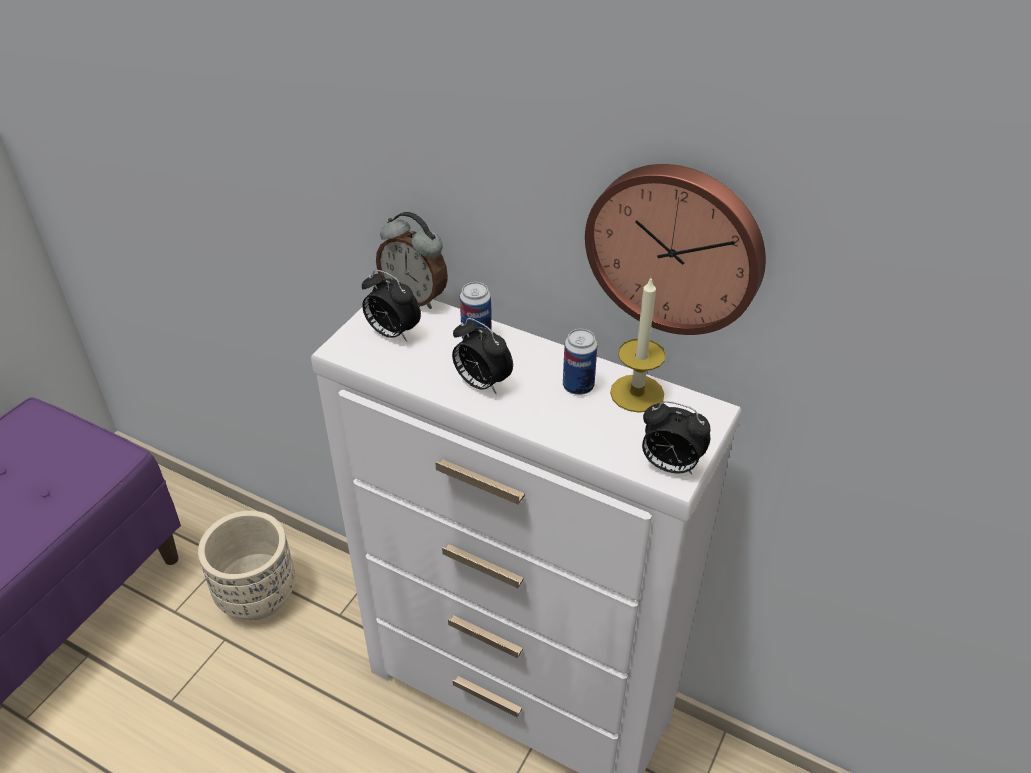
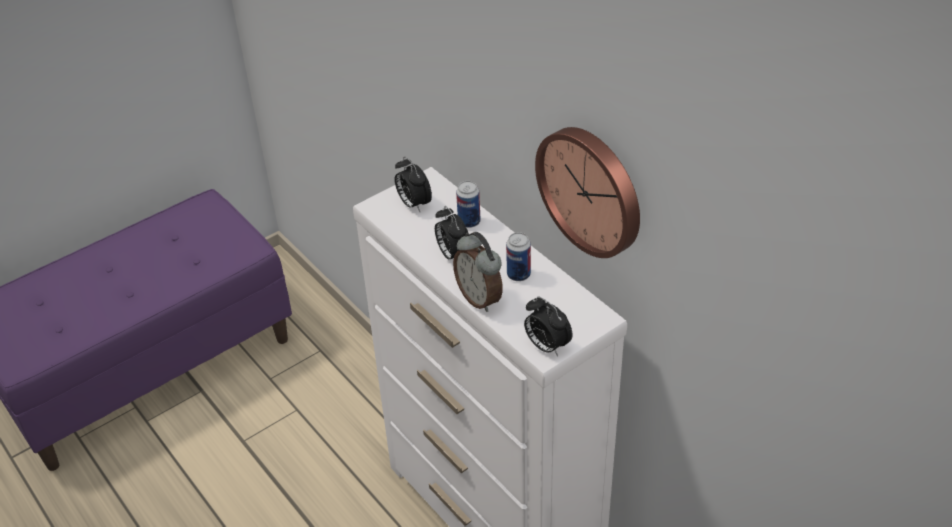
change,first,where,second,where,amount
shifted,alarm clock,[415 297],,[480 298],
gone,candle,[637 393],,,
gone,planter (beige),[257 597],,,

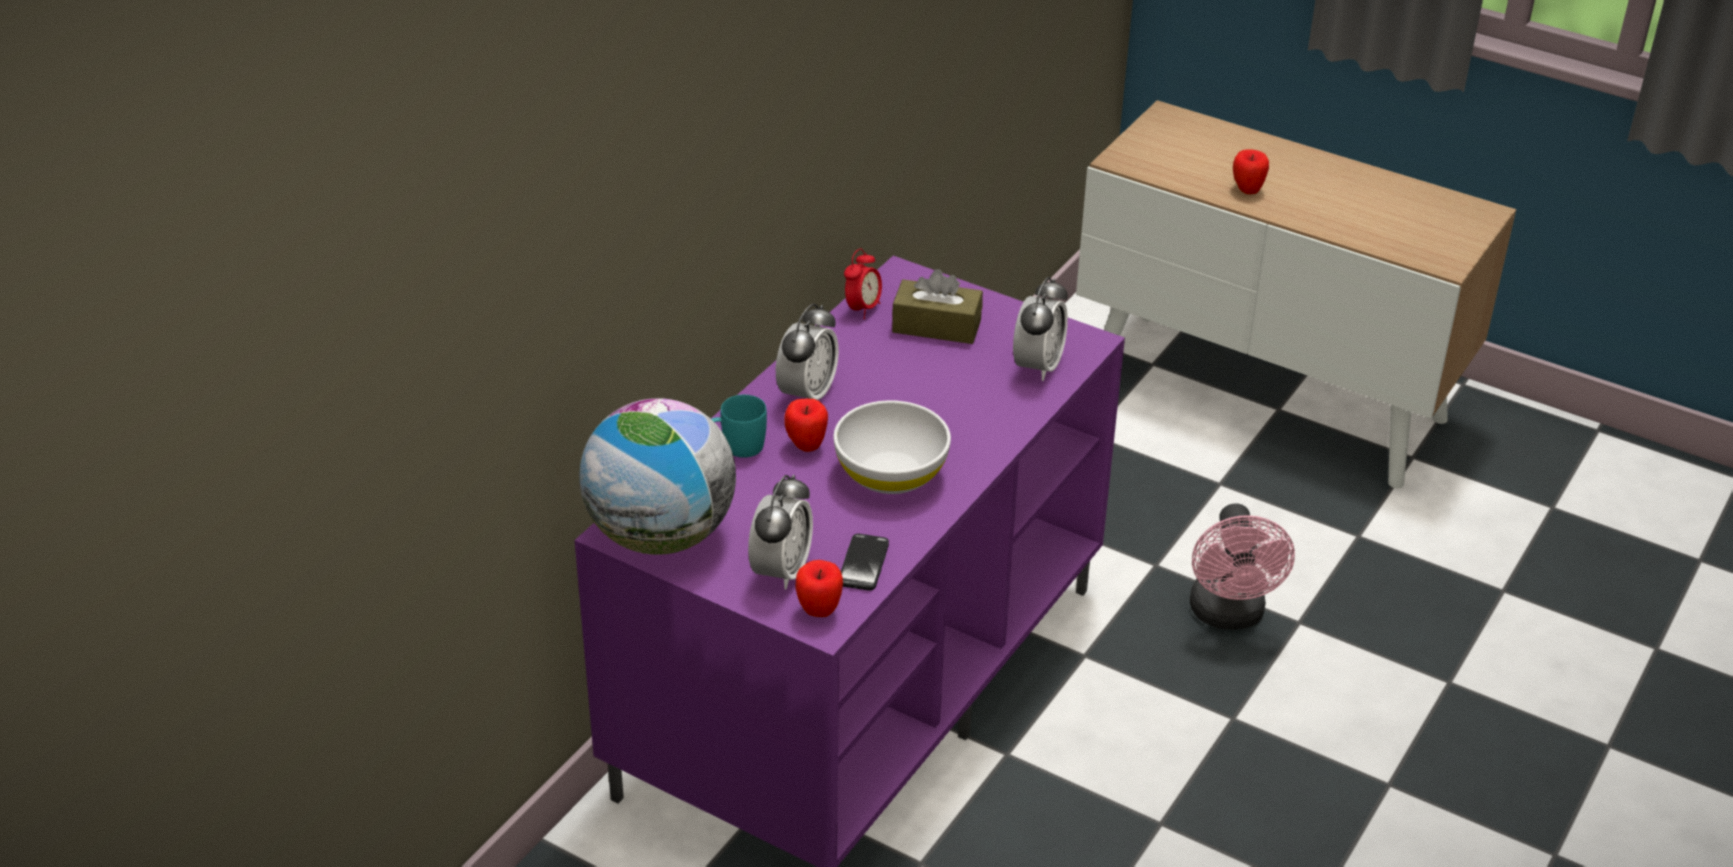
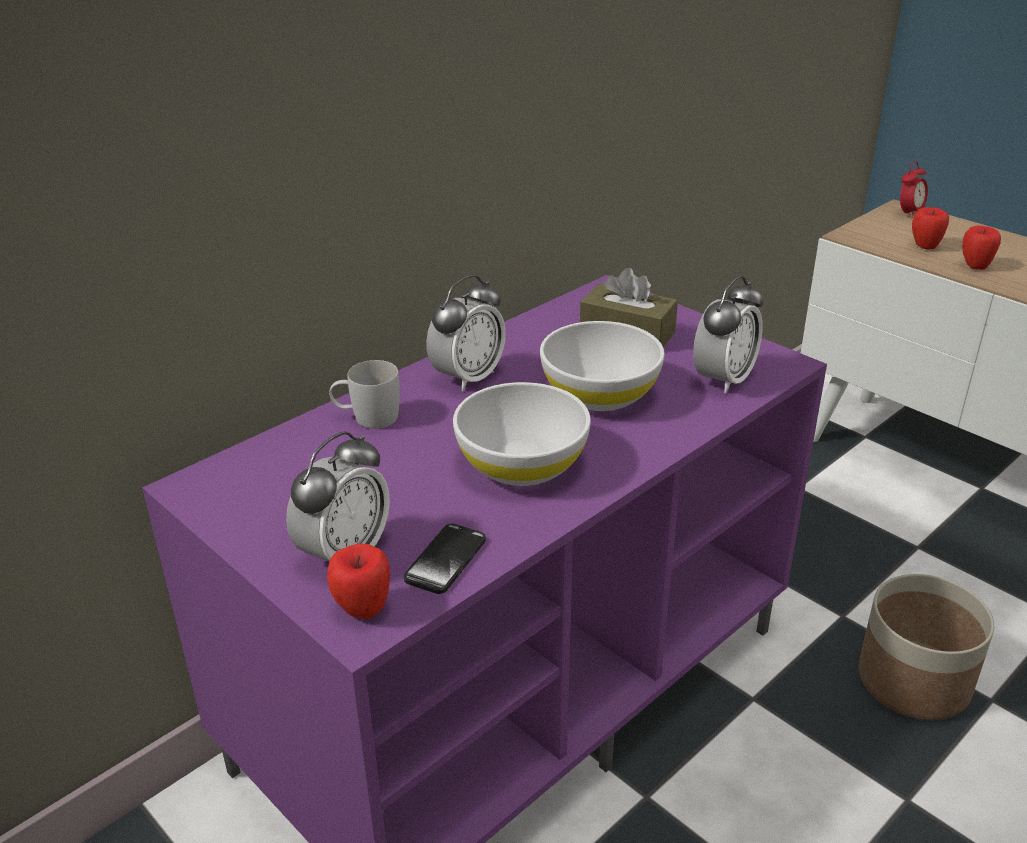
change,first,where,second,where,amount
shifted,alarm clock,[862 309],,[909 213],
repainted,mug (turquoise),[735 447],mug (white),[367 418],
gone,globe,[661 535],,,
shifted,apple,[806 446],,[925 247],
swapped,fan (pink),[1229 615],planter,[914 680],
new,,,bowl (white),[600 394],

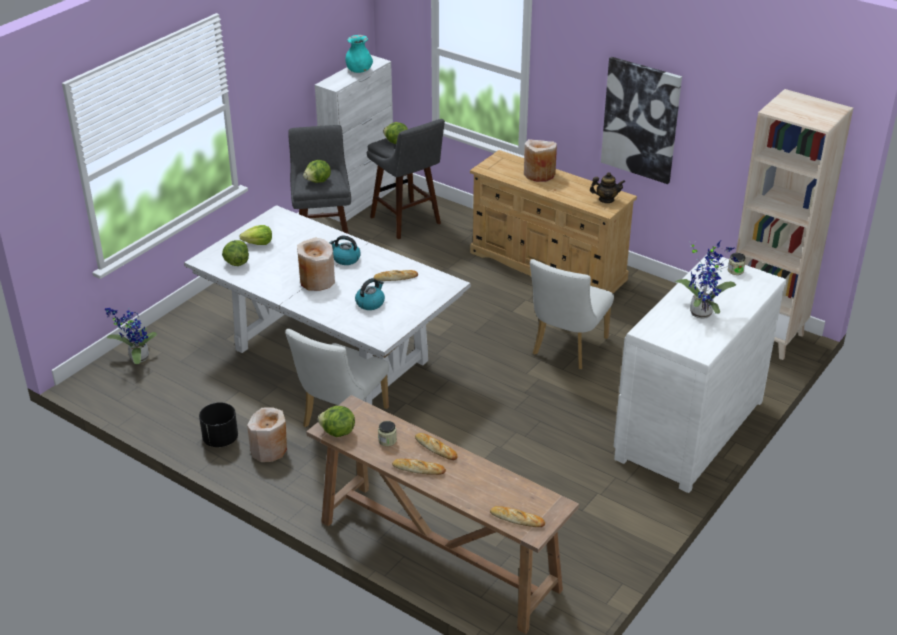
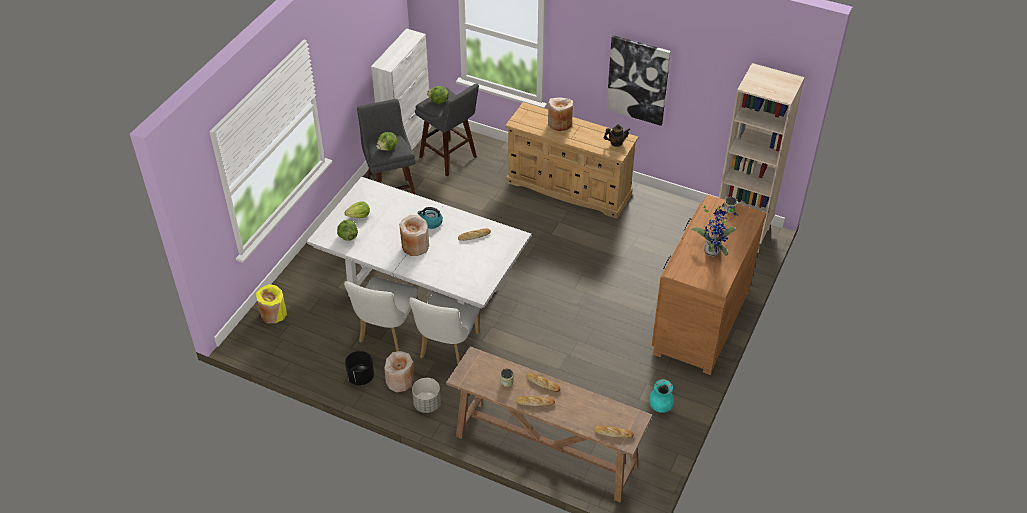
change,first,where,second,where,amount
shifted,vase (turquoise),[359 71],,[660 406],
repainted,dresser (white),[686 428],dresser (brown),[699 321],
shifted,chair (white),[566 349],,[386 333],
gone,kettle,[370 303],,,
swapped,potted plant,[136 358],vase (yellow),[273 314],
gone,lettuce,[337 432],,,
new,,,planter (grey),[427 404],

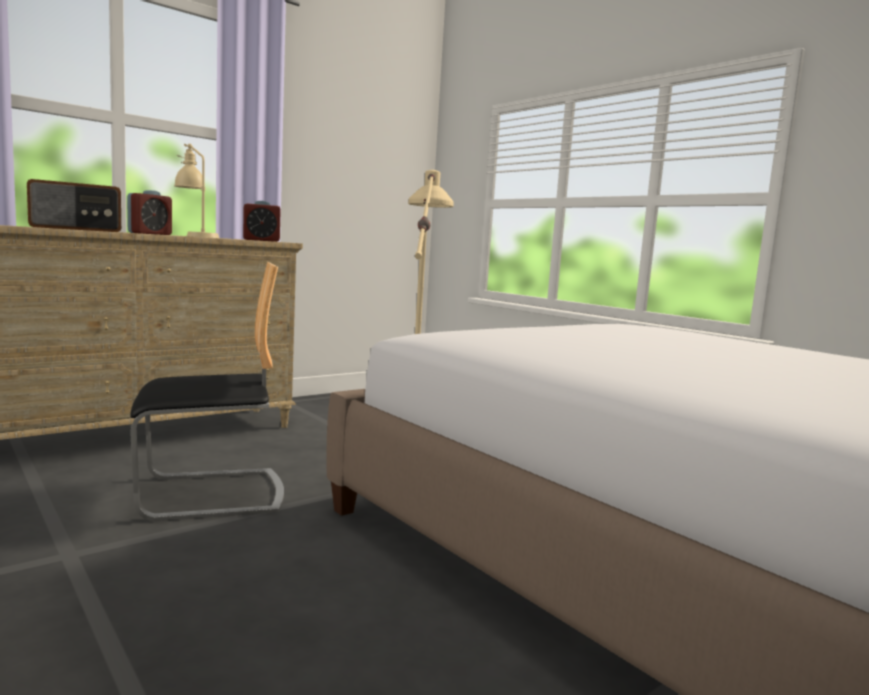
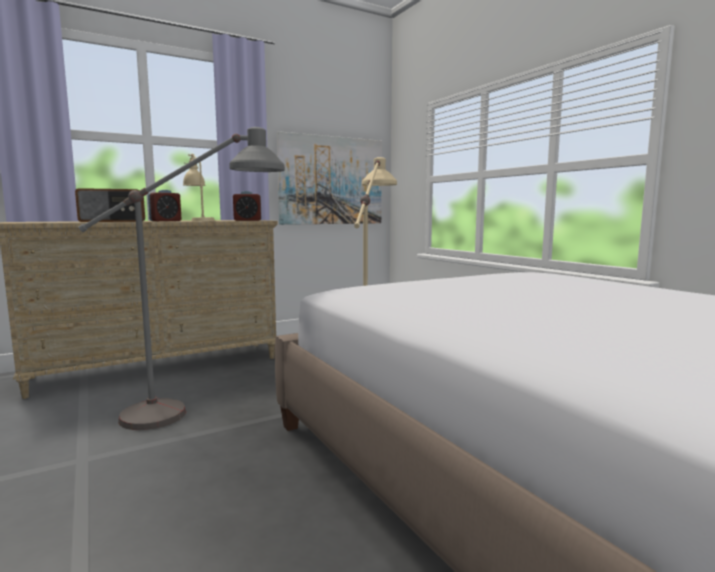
change,first,where,second,where,amount
swapped,chair,[212 494],floor lamp (grey),[199 412],
new,,,picture,[331 180],

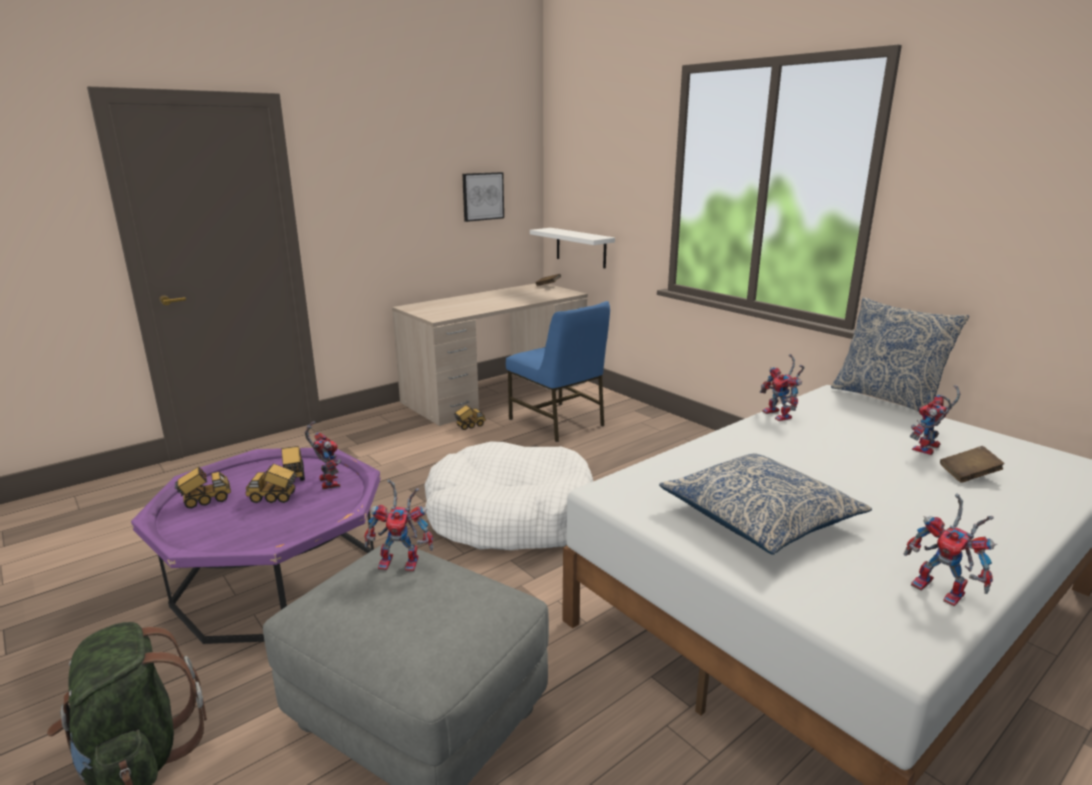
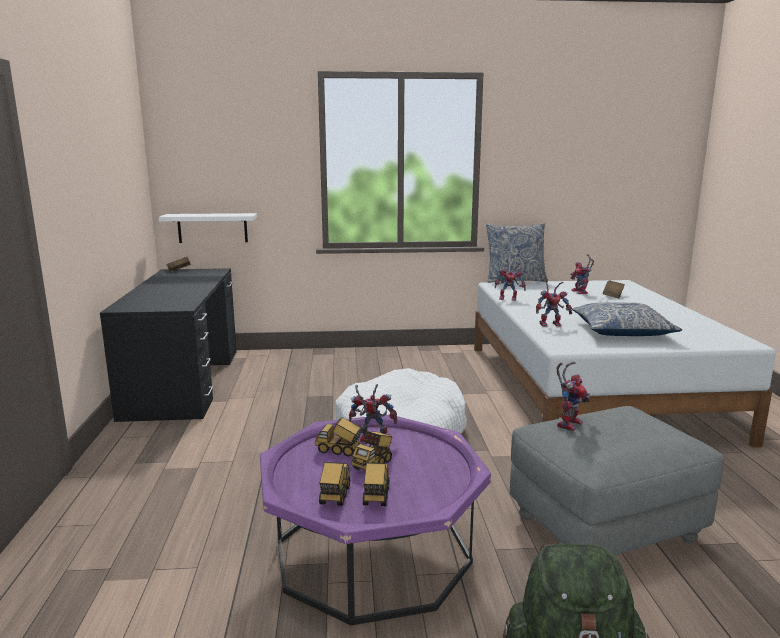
change,first,where,second,where,amount
gone,picture,[482 196],,,
repainted,desk (beige),[497 392],desk (black),[185 381],
gone,chair (blue),[558 422],,,
shifted,toy truck,[469 426],,[376 497],
shifted,toy robot,[943 591],,[551 324],

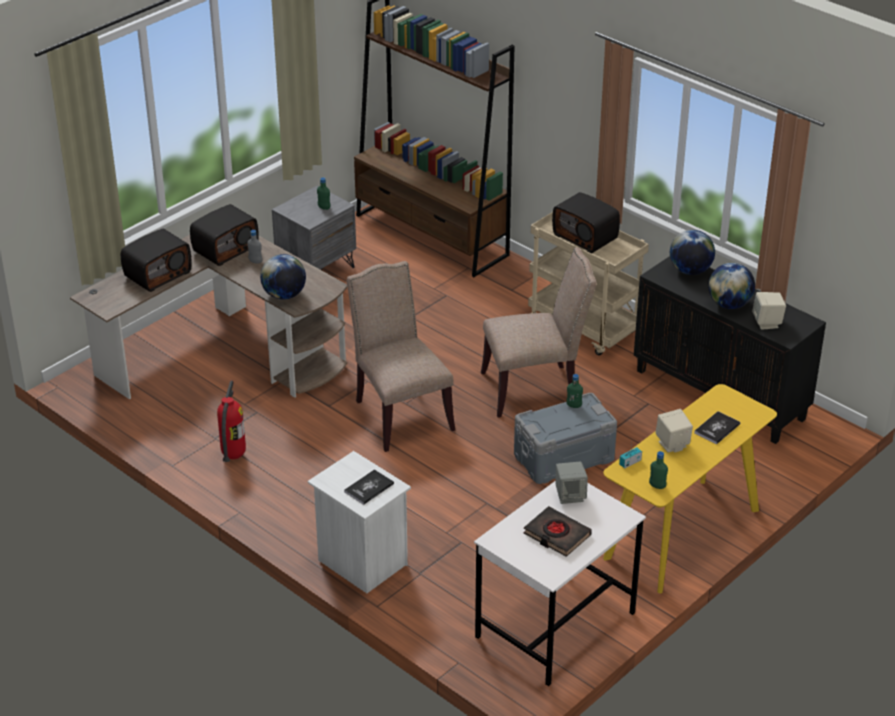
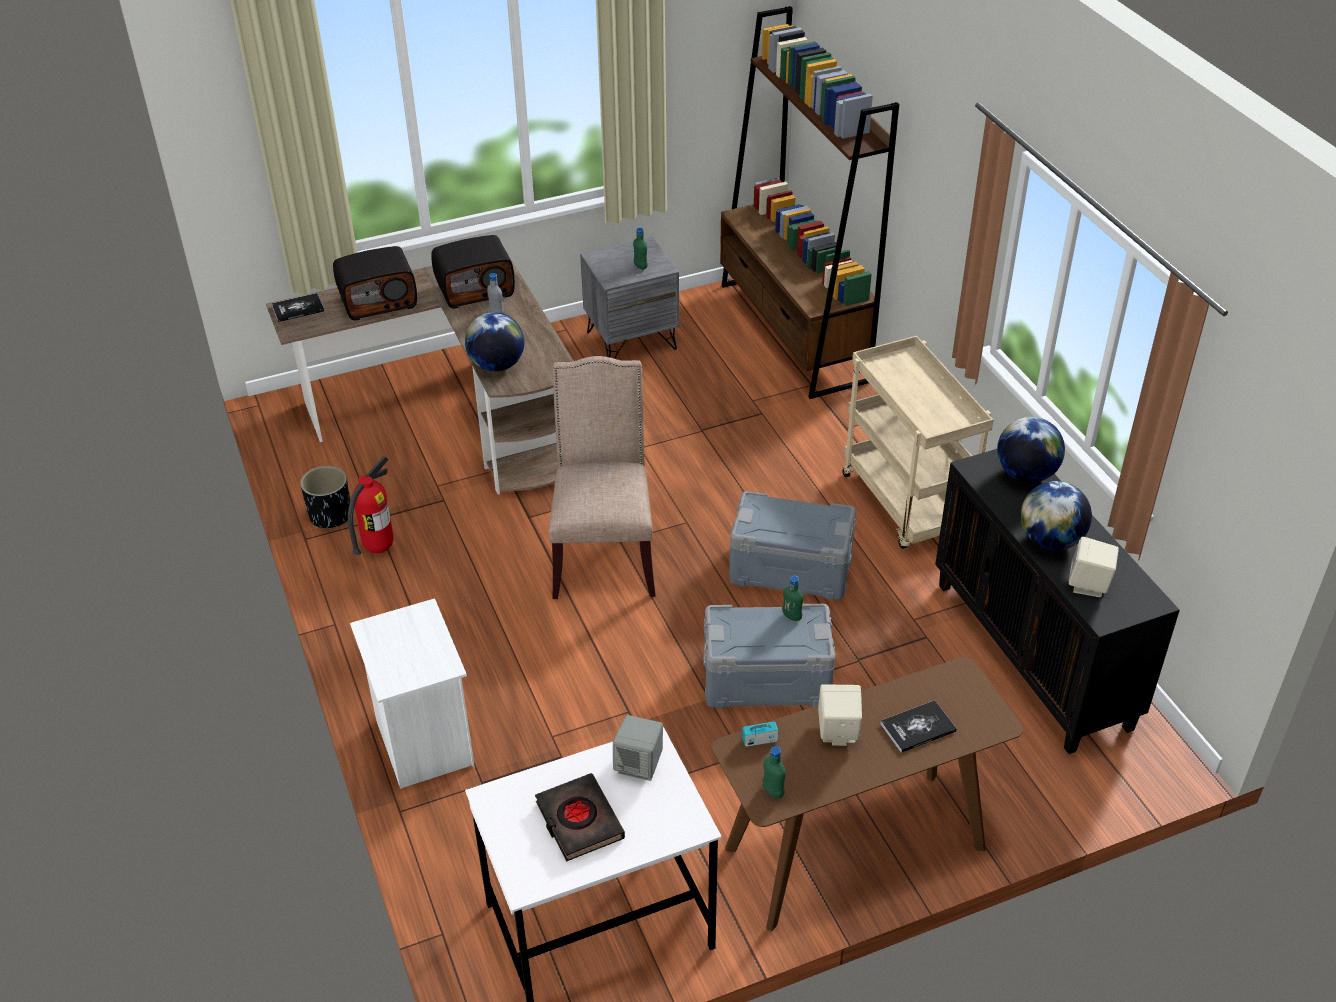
change,first,where,second,where,amount
gone,radio,[586 236],,,
swapped,chair (beige),[534 388],storage box (grey),[790 570],
repainted,console table (yellow),[682 534],console table (brown),[855 849],
shifted,book,[369 488],,[298 309],
new,,,planter (black),[330 516],

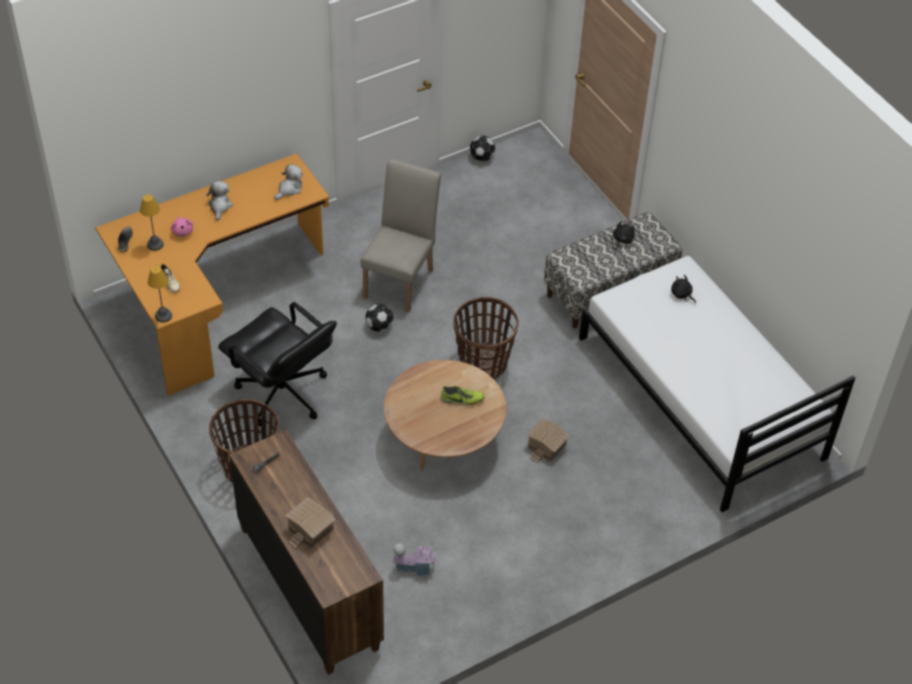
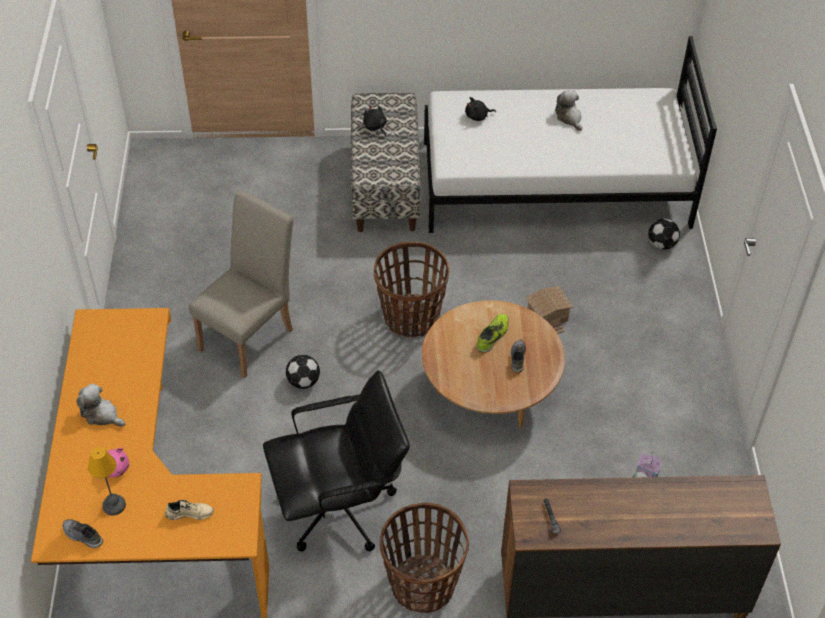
change,first,where,second,where,amount
shifted,football,[482 157],,[662 244],
rotated,chair (beige),[401 279],,[251 335],75 degrees clockwise
shifted,plush toy,[289 189],,[569 118],
gone,table lamp,[163 316],,,
gone,toy house,[312 530],,,
new,,,shoe (grey),[517 358],

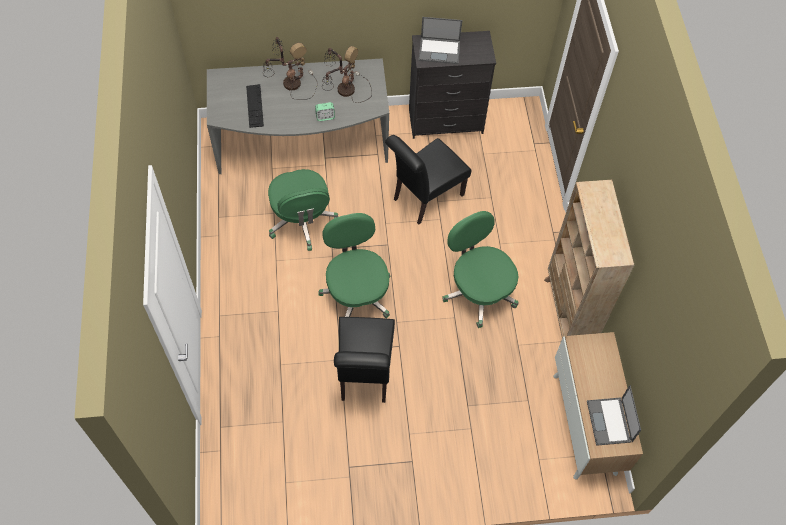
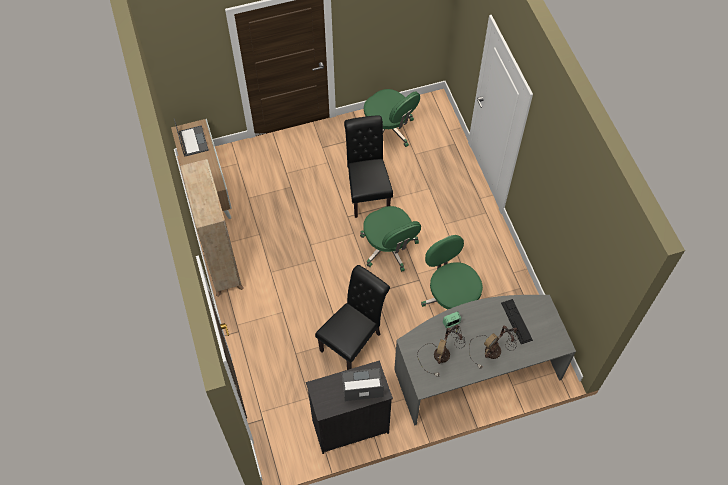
change,first,where,second,where,amount
shifted,office chair (green),[478 291],,[388 130],

